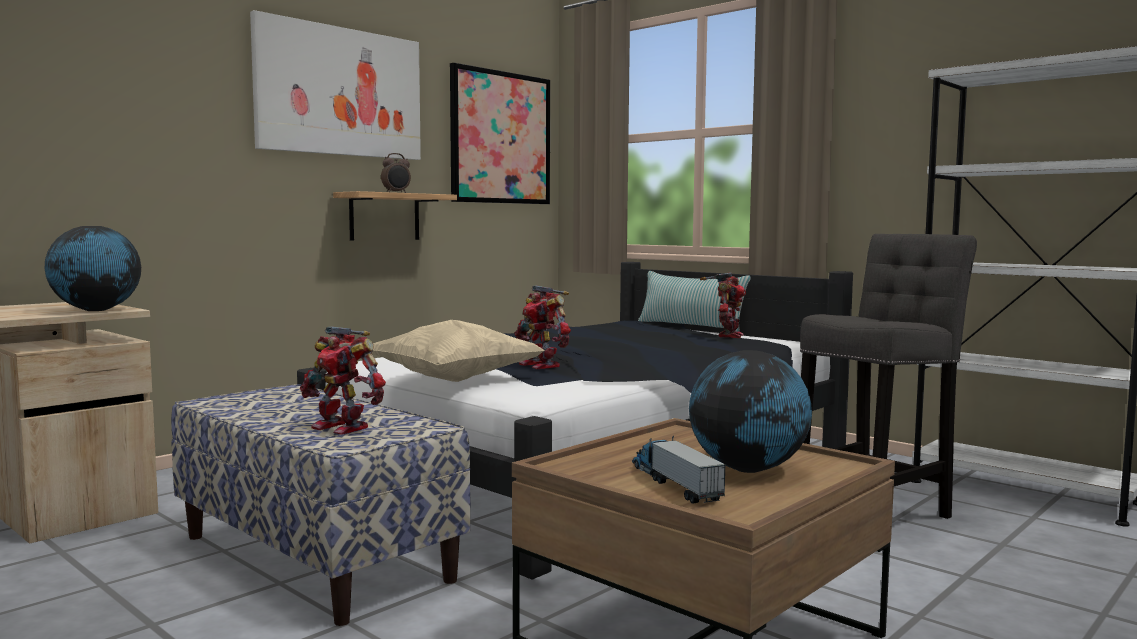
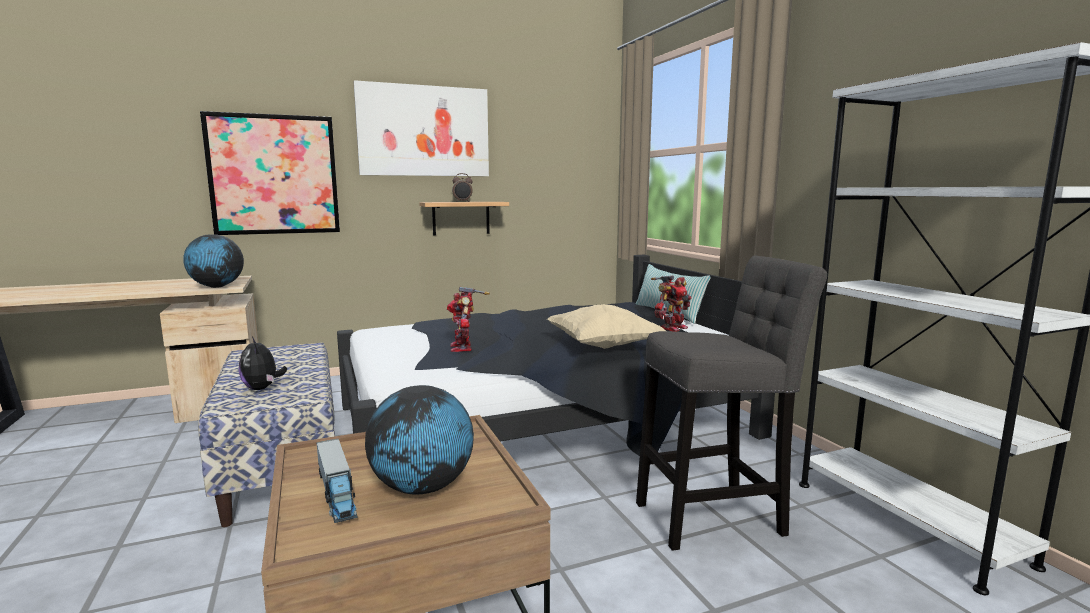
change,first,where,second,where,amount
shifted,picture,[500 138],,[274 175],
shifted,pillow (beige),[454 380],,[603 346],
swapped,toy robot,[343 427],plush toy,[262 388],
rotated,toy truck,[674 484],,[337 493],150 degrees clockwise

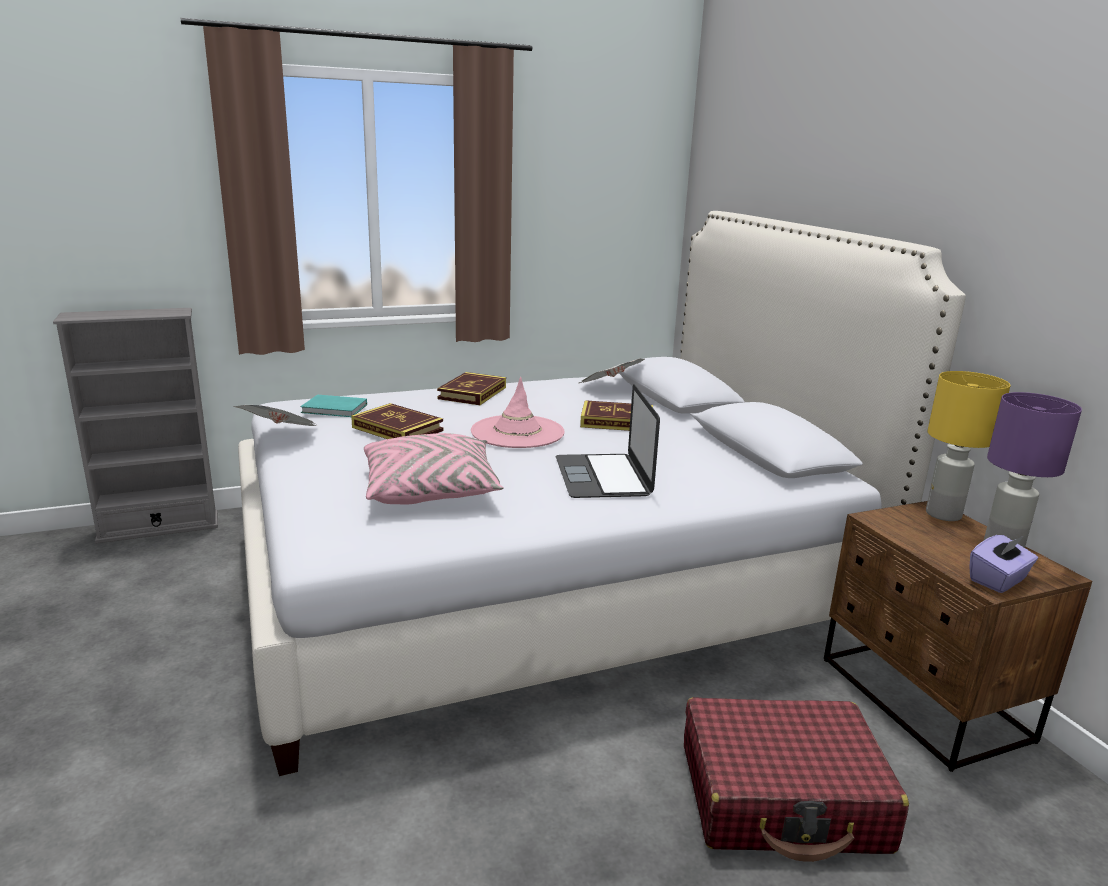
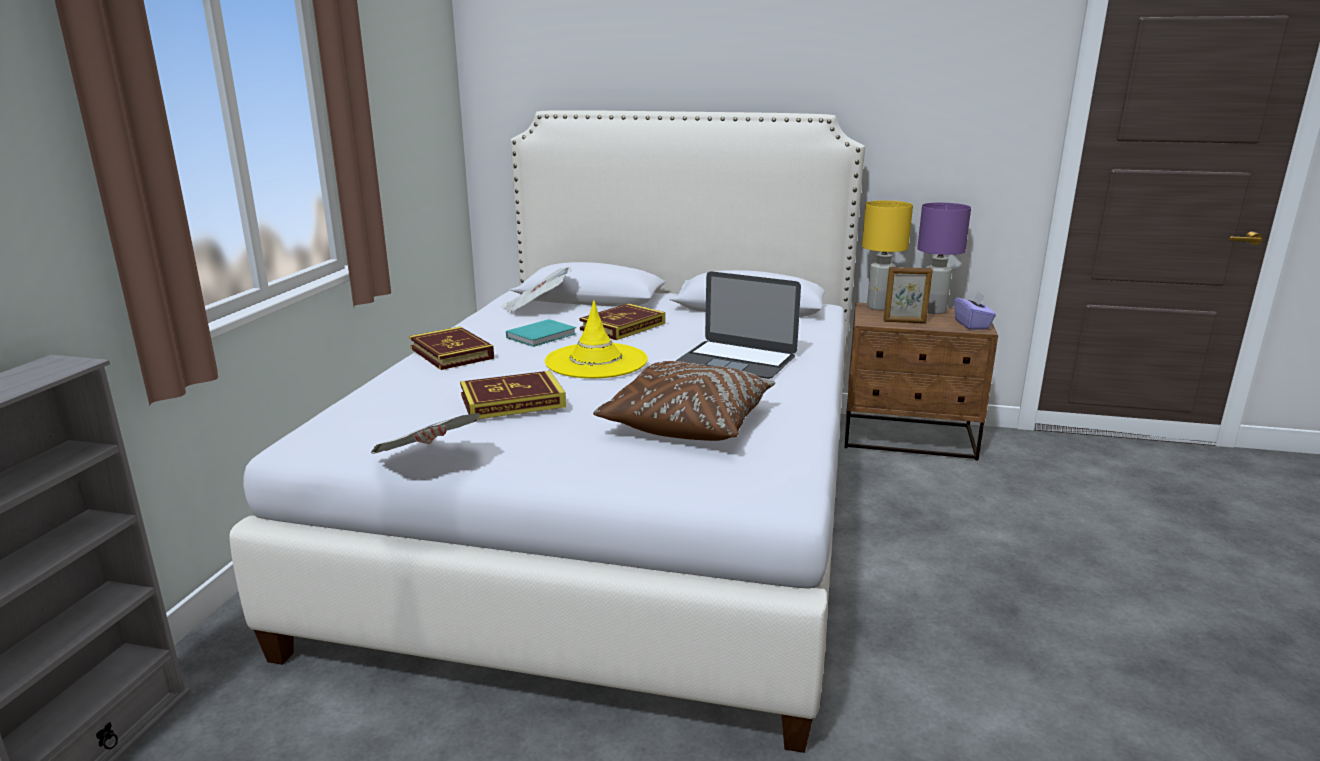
change,first,where,second,where,amount
repainted,hat (pink),[517 432],hat (yellow),[596 361],
shifted,book (turquoise),[335 409],,[543 335],
repainted,pillow (pink),[431 490],pillow (brown),[688 422],
gone,suitcase (red),[782 797],,,
new,,,picture frame,[904 322],

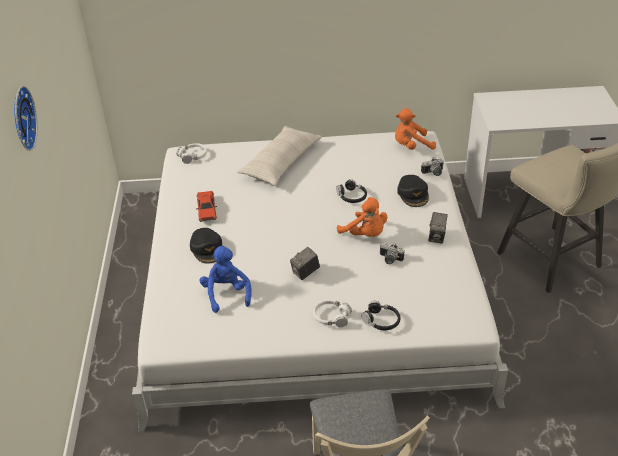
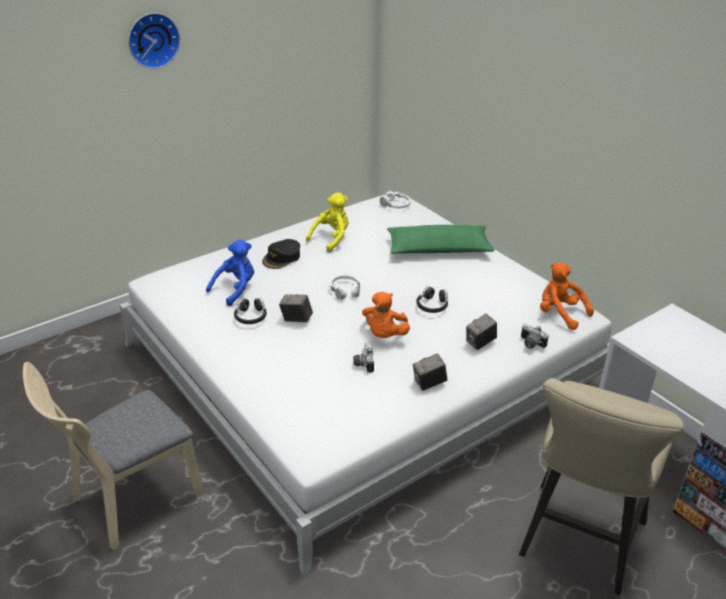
change,first,where,second,where,amount
repainted,pillow (beige),[281 163],pillow (green),[438 249],
swapped,cap (black),[413 194],photo camera,[480 343],
swapped,toy car (red),[207 210],plush toy (yellow),[331 238],
shifted,headphones (white),[331 317],,[345 290],
shifted,headphones (black),[381 321],,[251 316],

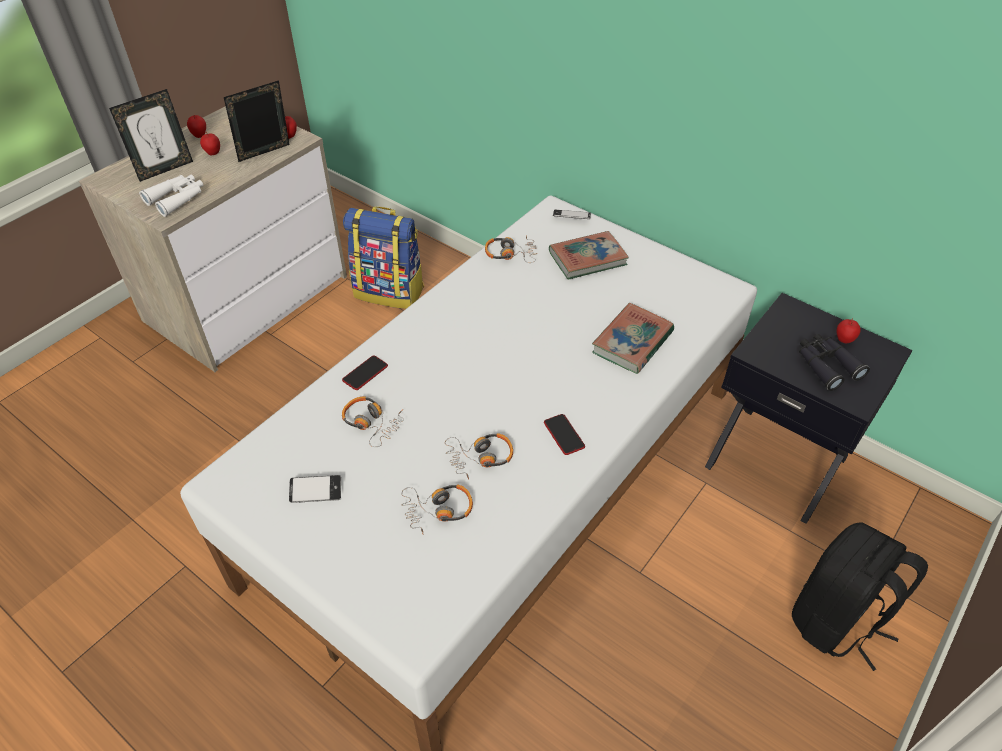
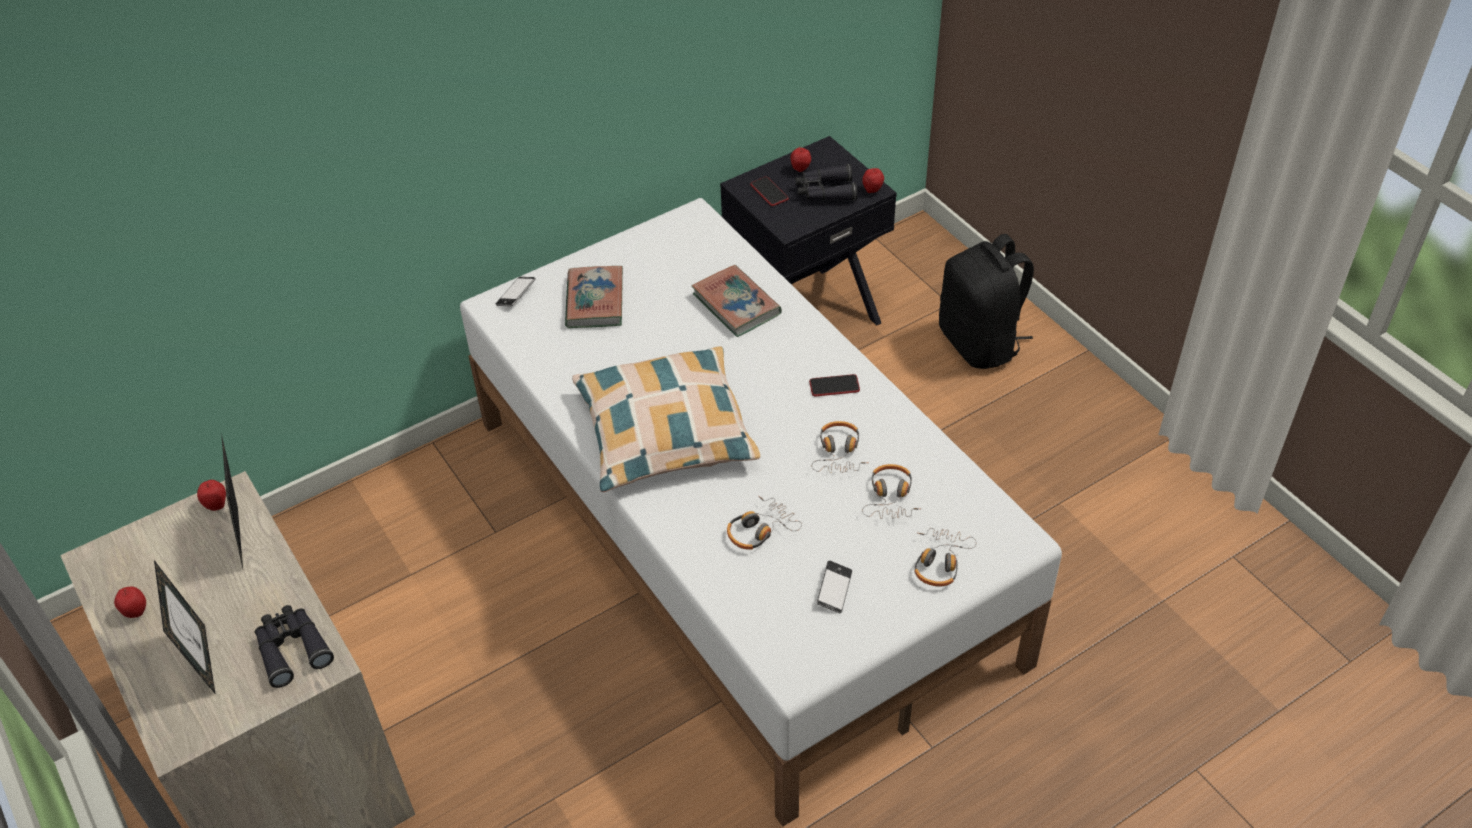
change,first,where,second,where,amount
shifted,apple,[213 153],,[872 190],
repainted,binoculars (white),[177 199],binoculars (black),[292 648],
gone,backpack,[390 291],,,
shifted,headphones,[511 254],,[940 562],
shifted,phone,[365 373],,[769 192],
new,,,pillow,[665 431],

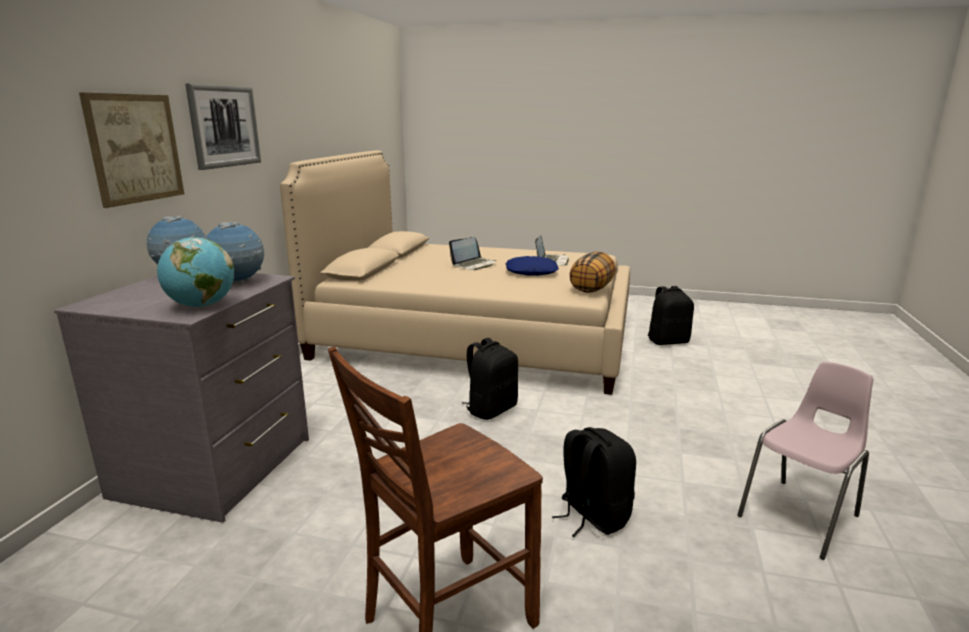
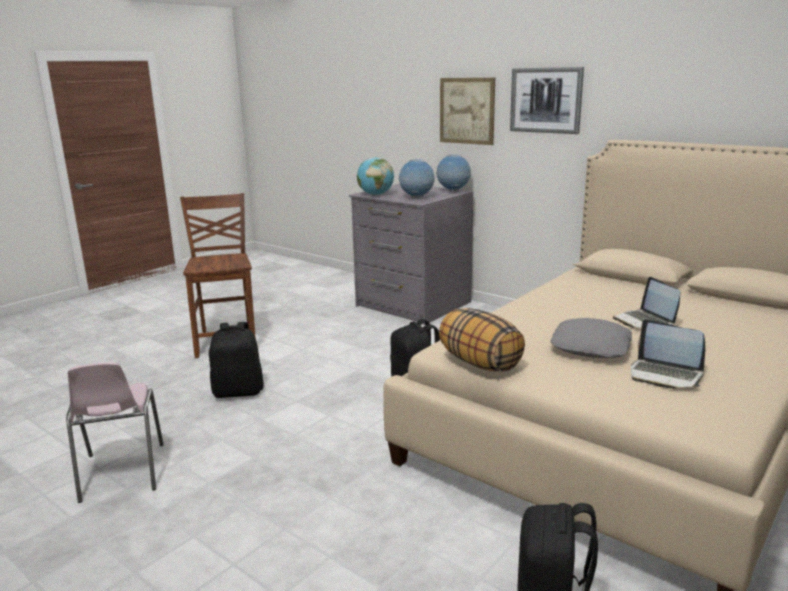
change,first,where,second,where,amount
repainted,pillow (blue),[531 272],pillow (grey),[591 347],

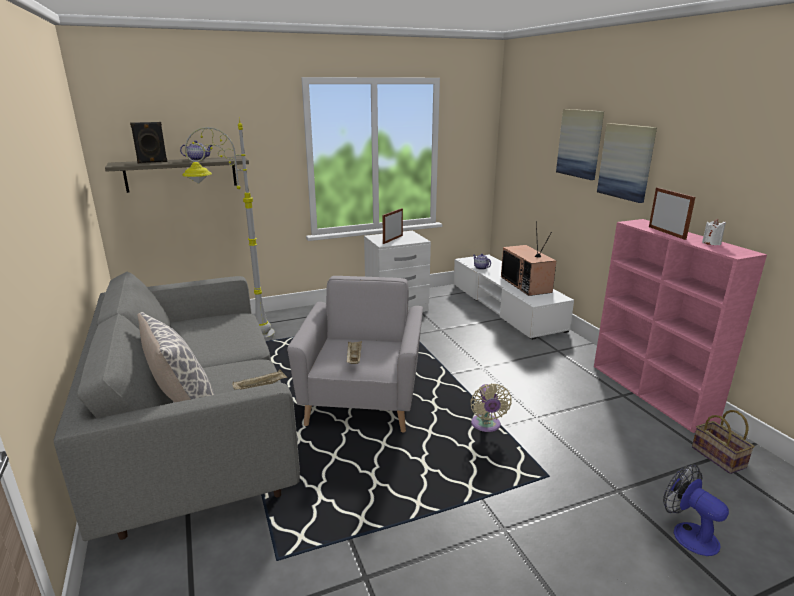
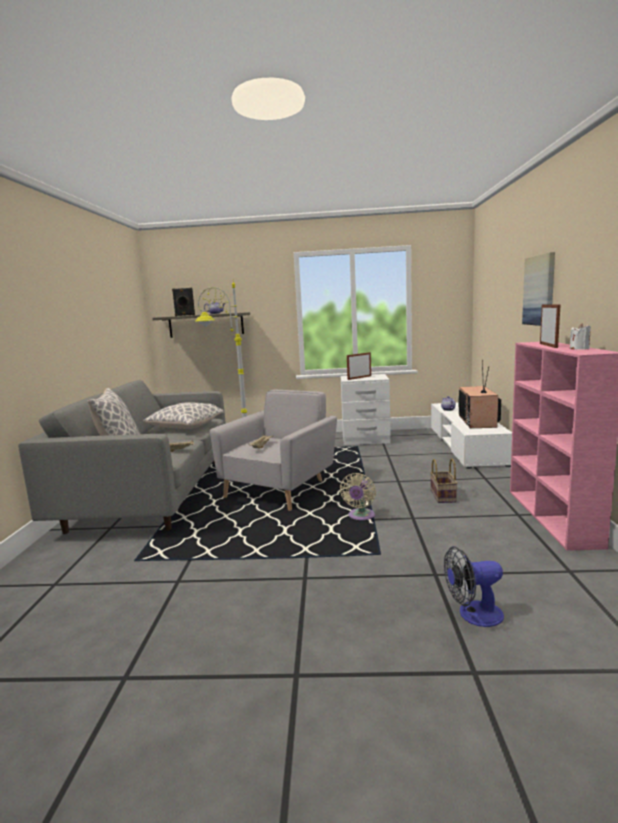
change,first,where,second,where,amount
gone,picture,[580 143],,,
shifted,basket,[720 458],,[444 496],
rotated,fan,[688 533],,[473 615],90 degrees counterclockwise
new,,,pillow,[185 427],

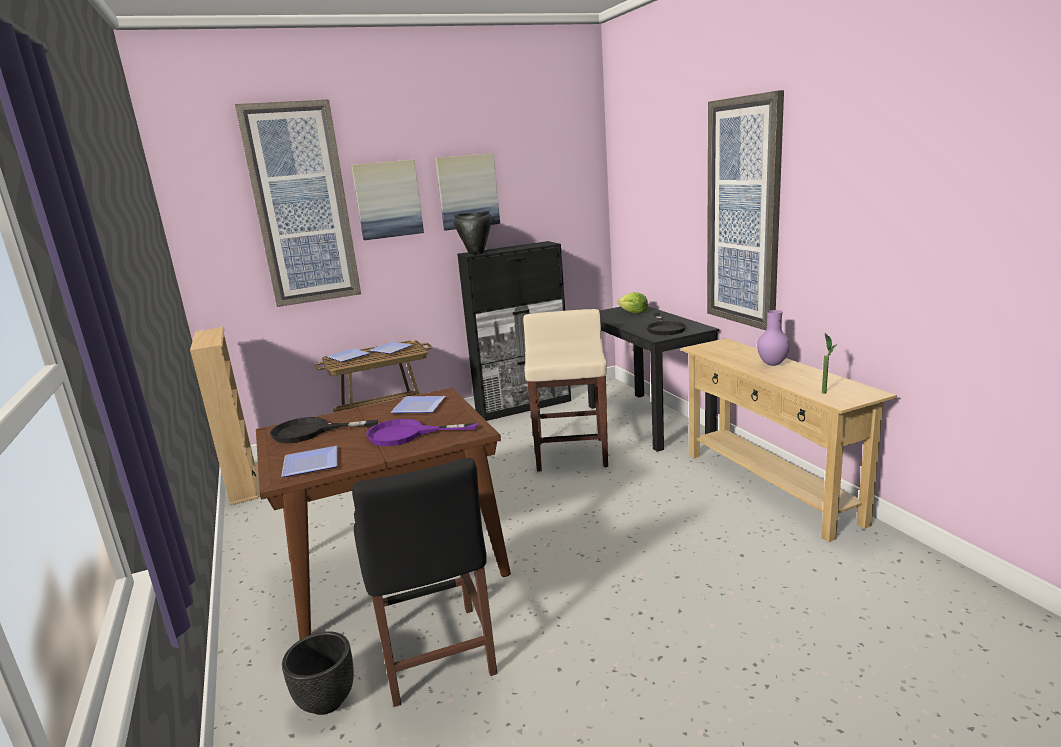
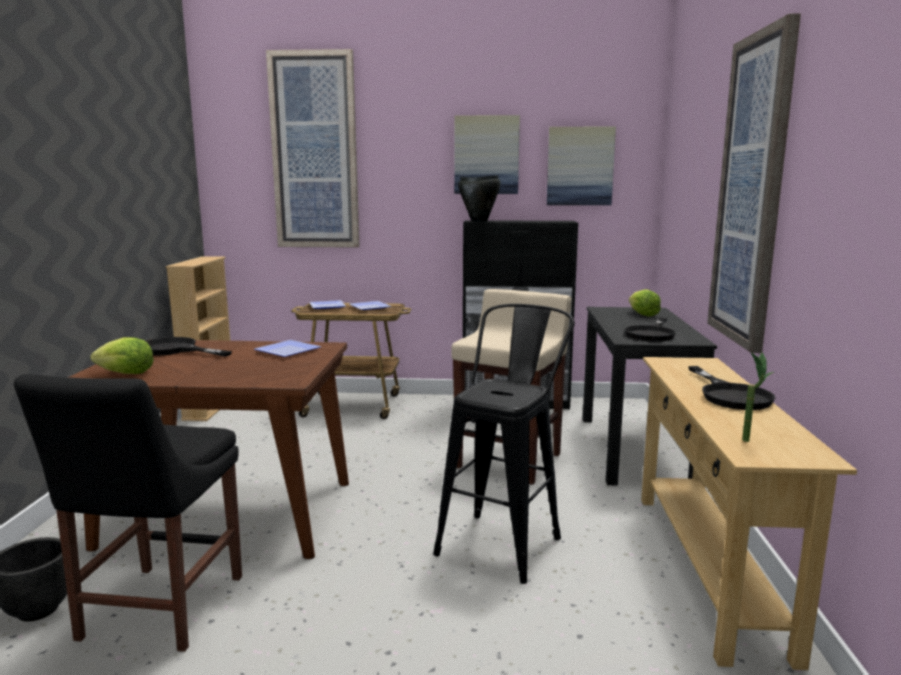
change,first,where,second,where,amount
shifted,picture,[388 199],,[580 166],
swapped,vase (purple),[773 364],frying pan (black),[730 395],
gone,frying pan (purple),[406 434],,,
swapped,plate,[313 464],lettuce,[126 373],
new,,,stool (black),[505 540],

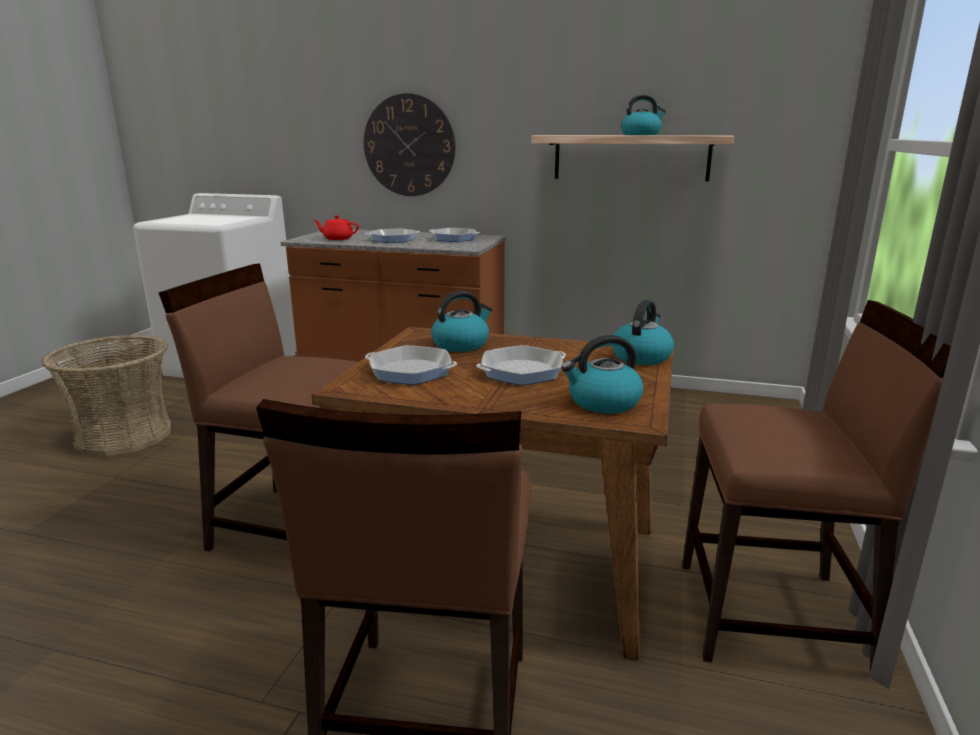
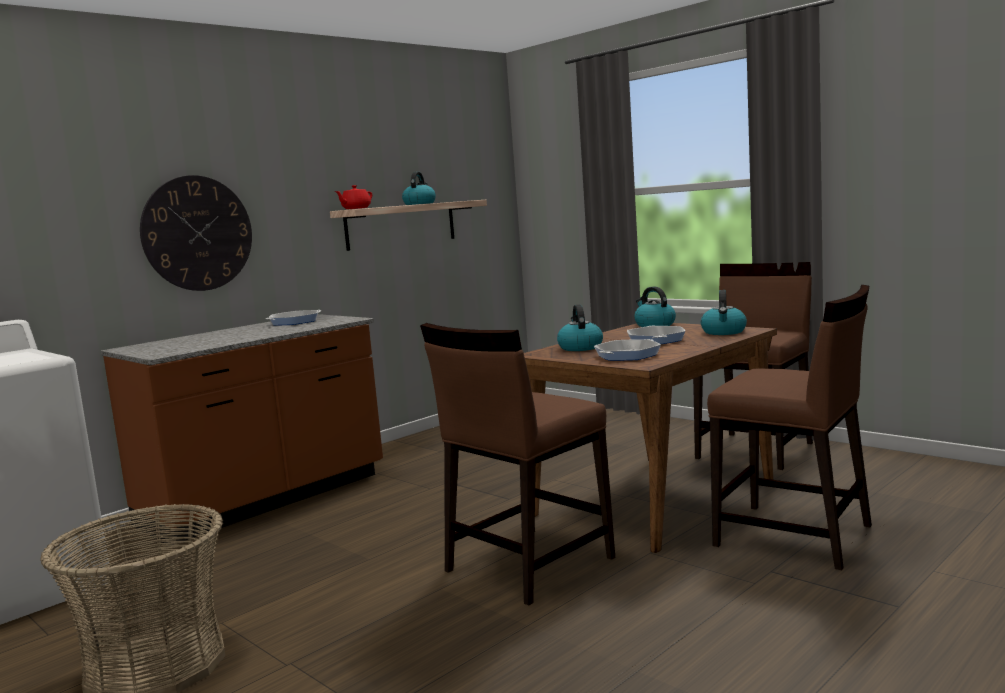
change,first,where,second,where,amount
shifted,teapot (red),[337 239],,[355 208],
gone,frying pan,[393 239],,,

